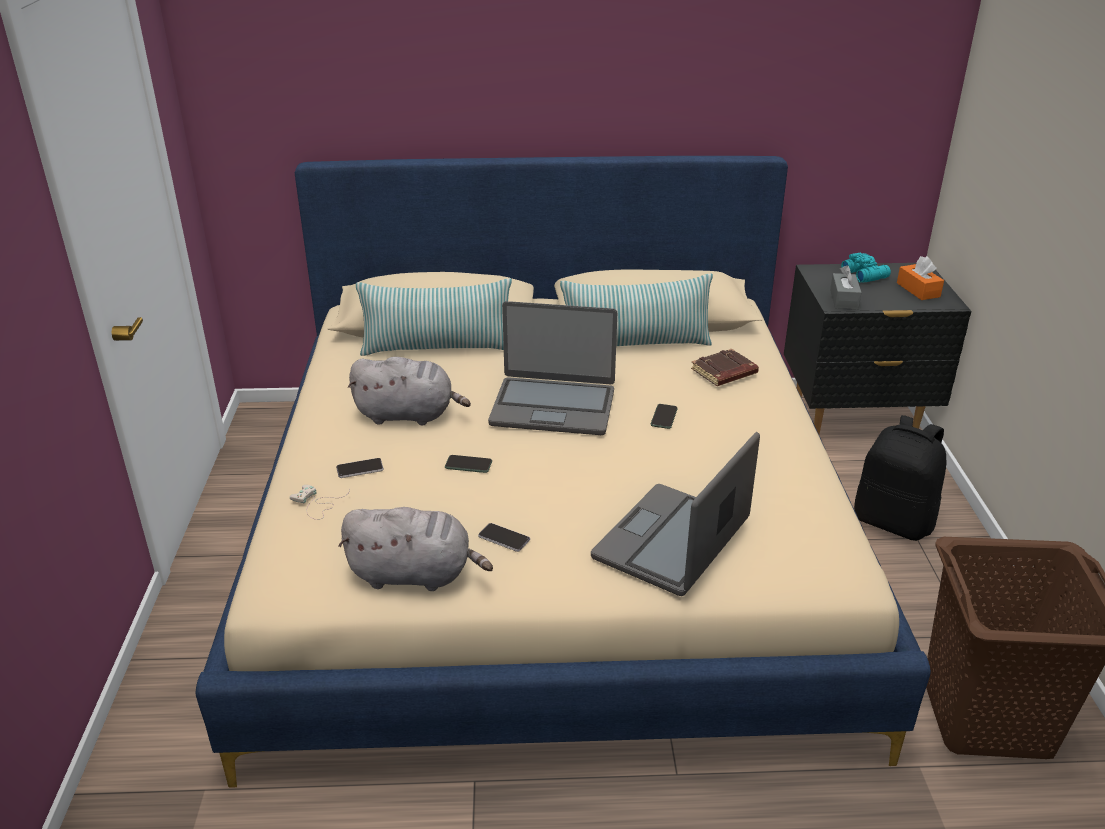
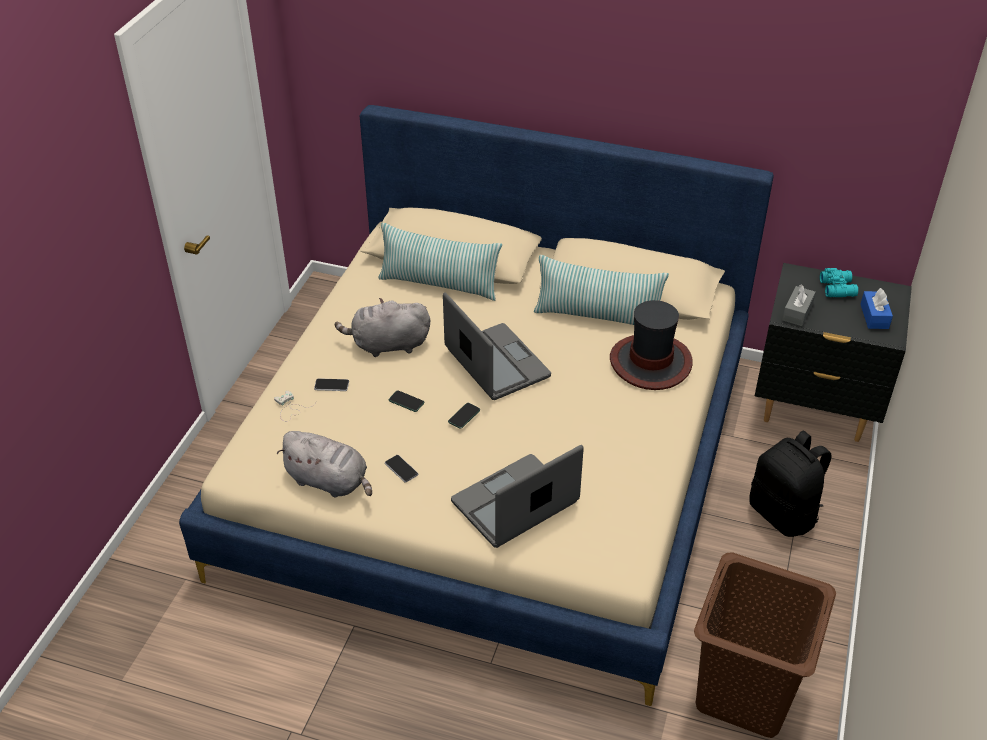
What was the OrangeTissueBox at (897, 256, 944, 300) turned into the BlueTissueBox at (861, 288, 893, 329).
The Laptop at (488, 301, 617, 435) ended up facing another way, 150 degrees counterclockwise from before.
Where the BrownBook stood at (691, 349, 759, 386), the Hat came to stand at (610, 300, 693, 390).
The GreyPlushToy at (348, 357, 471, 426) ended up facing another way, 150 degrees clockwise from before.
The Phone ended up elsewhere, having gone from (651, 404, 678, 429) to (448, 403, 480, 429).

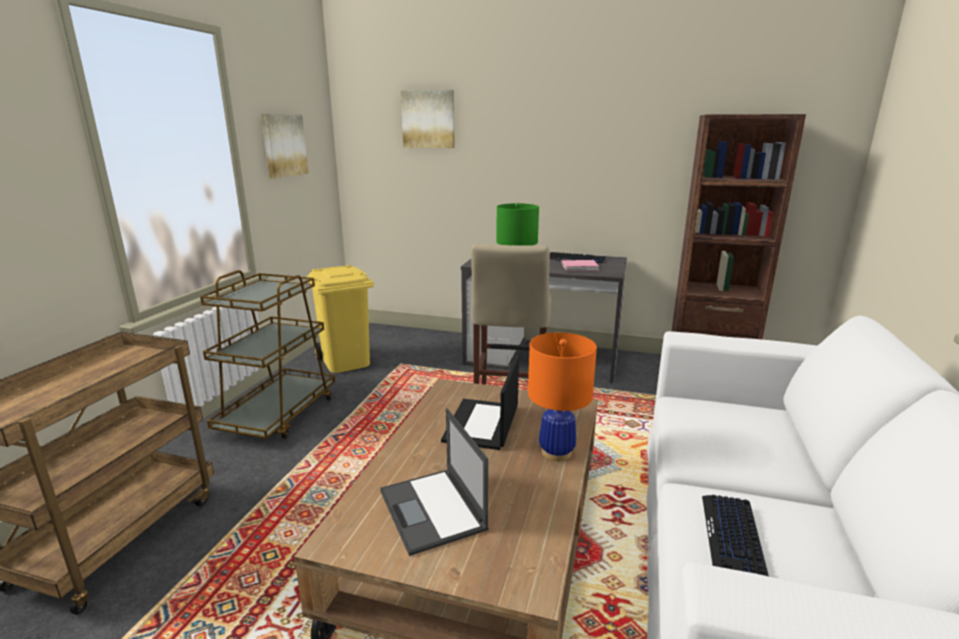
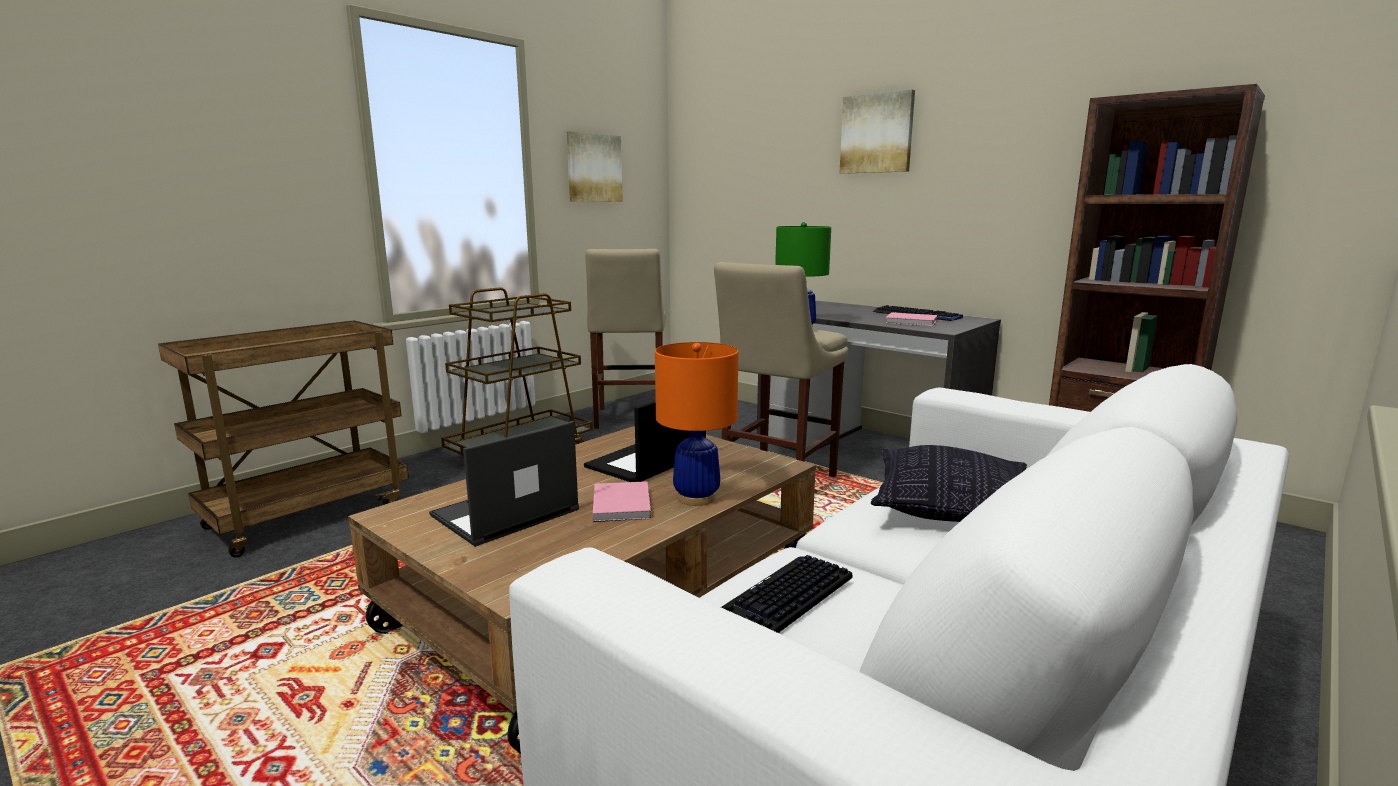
The Picture ended up elsewhere, having gone from (401, 90, 455, 148) to (840, 89, 915, 174).
Where the YellowTrashCan stood at (307, 265, 374, 373), the BeigeStool came to stand at (585, 249, 665, 429).
The Laptop at (380, 408, 489, 556) ended up facing another way, 45 degrees clockwise from before.
The second view gained the Pillow at (871, 445, 1027, 522).
The second view gained the PinkBook at (592, 481, 651, 522).

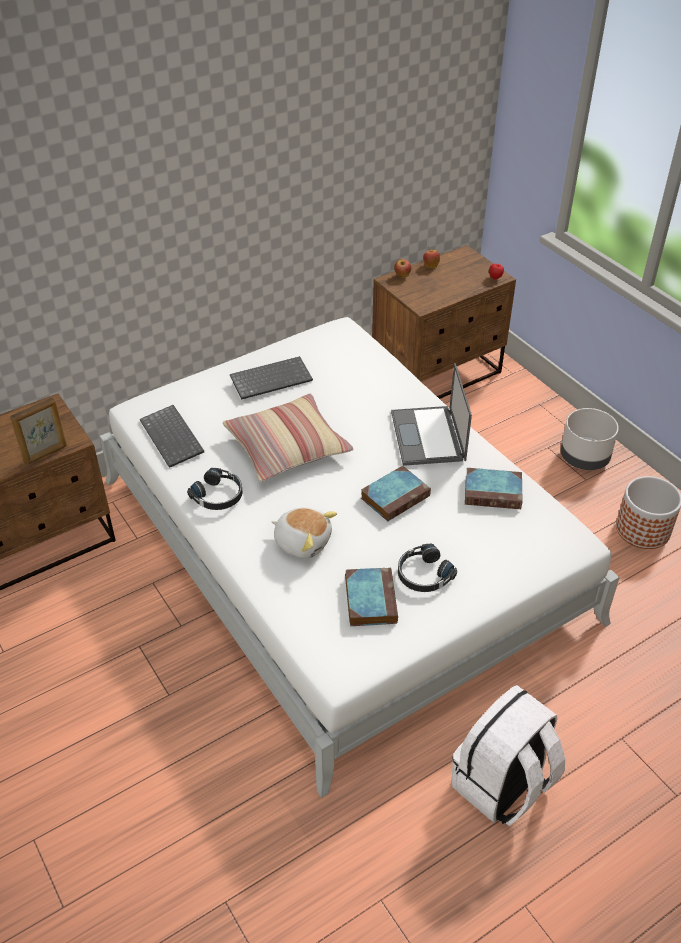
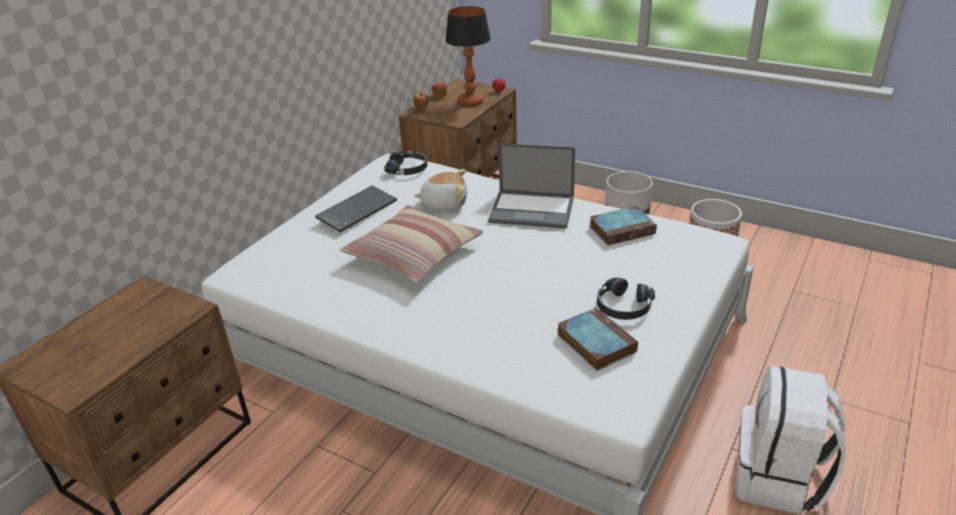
The Laptop at (391, 363, 472, 466) ended up facing another way, 45 degrees counterclockwise from before.
The second view lost the PictureFrame at (10, 397, 67, 465).
The second view lost the Keyboard at (140, 405, 204, 468).
The second view lost the Book at (361, 466, 431, 521).
The BlackHeadphones ended up elsewhere, having gone from (187, 468, 242, 510) to (384, 151, 427, 175).
The PlushToy ended up elsewhere, having gone from (272, 507, 337, 558) to (414, 169, 467, 211).
The second view gained the TableLamp at (445, 6, 491, 106).

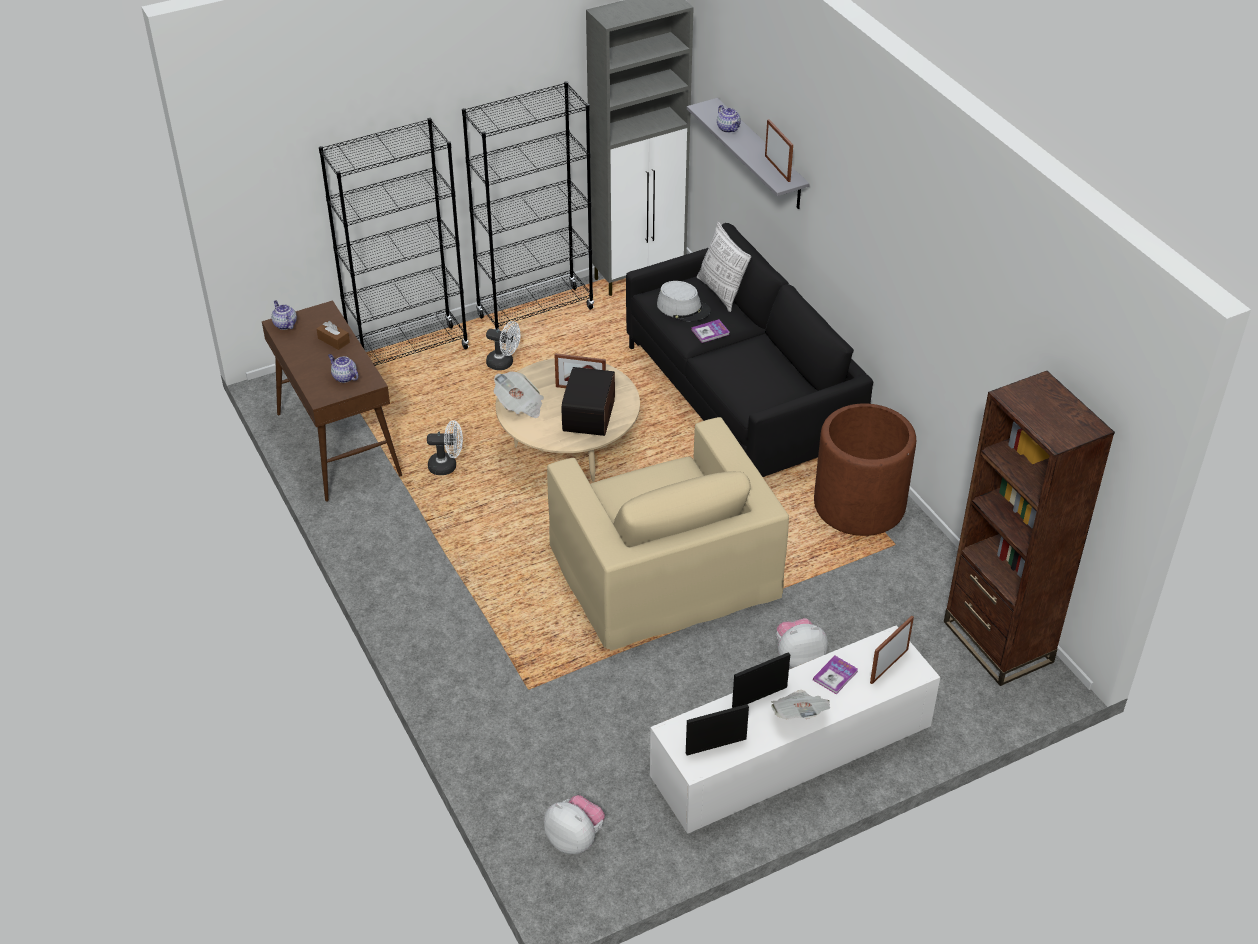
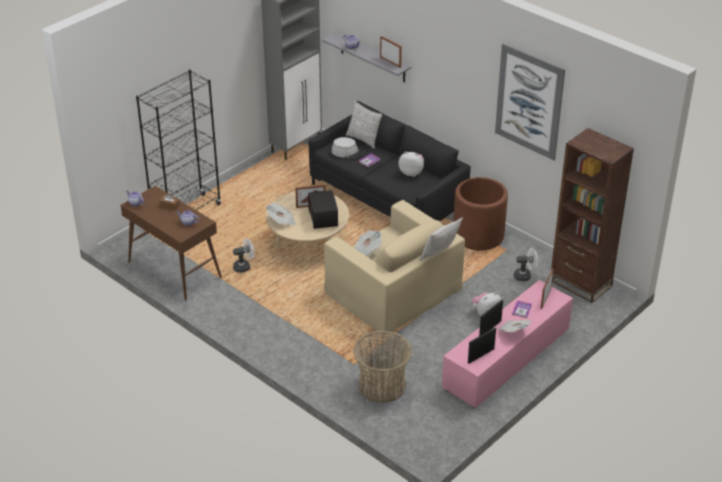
The second view lost the BlackBookcase at (462, 81, 594, 331).
The WhiteFan ended up elsewhere, having gone from (486, 321, 520, 370) to (514, 248, 538, 281).
What was the WhiteTvStand at (650, 625, 940, 834) turned into the PinkTvStand at (442, 280, 573, 408).
The PlushToy ended up elsewhere, having gone from (544, 795, 605, 854) to (398, 152, 424, 177).
The second view gained the Picture at (495, 44, 565, 160).
The second view gained the Pillow at (419, 217, 463, 261).
The second view gained the Newspaper at (354, 230, 382, 256).
The second view gained the Basket at (353, 331, 412, 403).

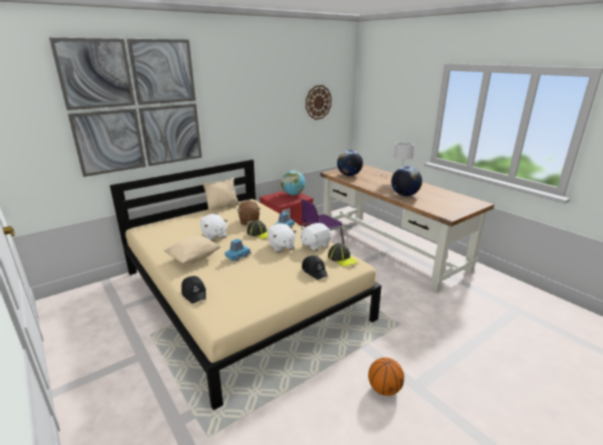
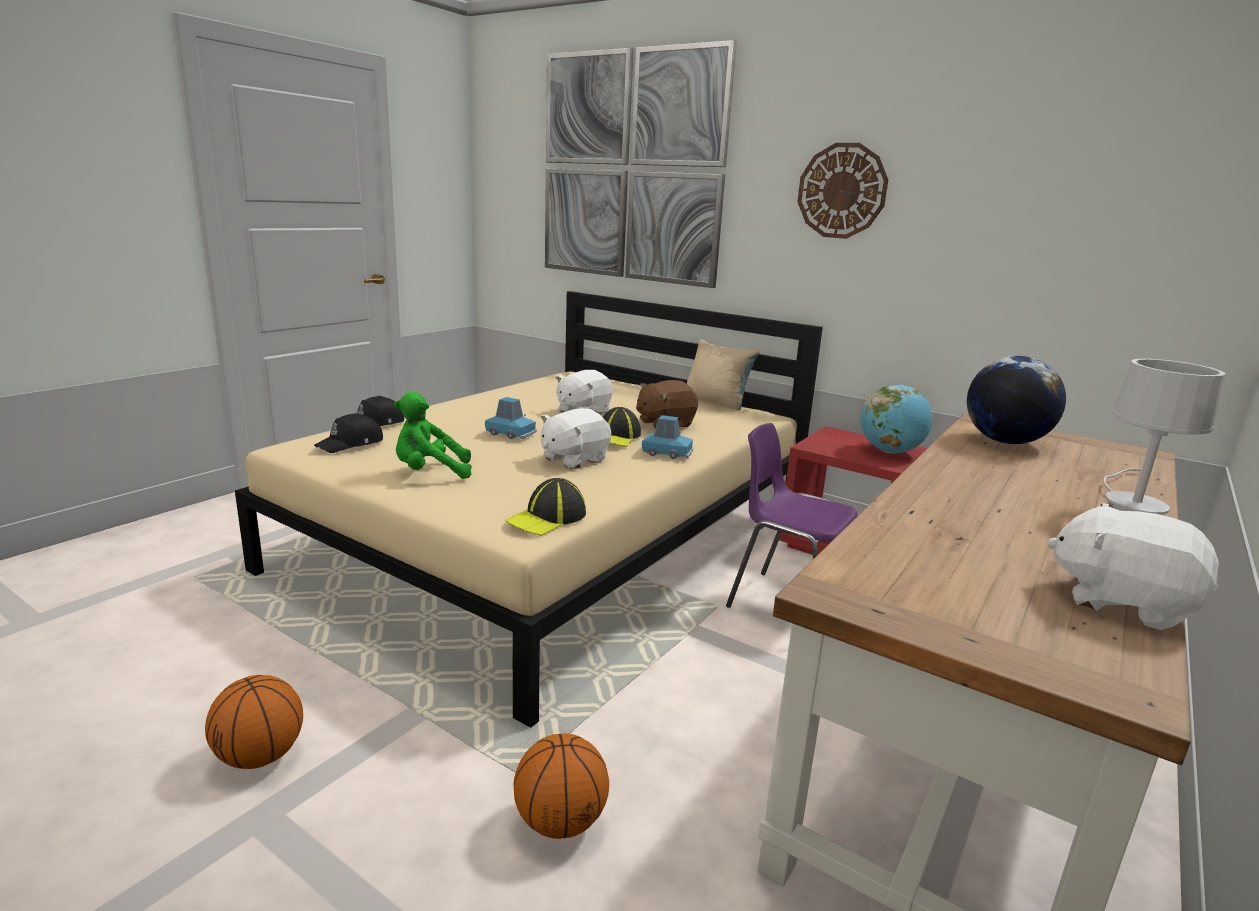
The WallClock ended up elsewhere, having gone from (306, 85, 332, 120) to (797, 143, 888, 239).
The second view lost the Globe at (391, 166, 422, 196).
The WhitePlushToy ended up elsewhere, having gone from (300, 223, 331, 251) to (1047, 503, 1219, 630).
The second view lost the BeigePillow at (164, 235, 221, 264).
The BlackCap ended up elsewhere, having gone from (302, 256, 328, 280) to (314, 413, 383, 453).
The second view gained the GreenPlushToy at (394, 392, 472, 479).
The second view gained the Basketball at (514, 733, 609, 839).

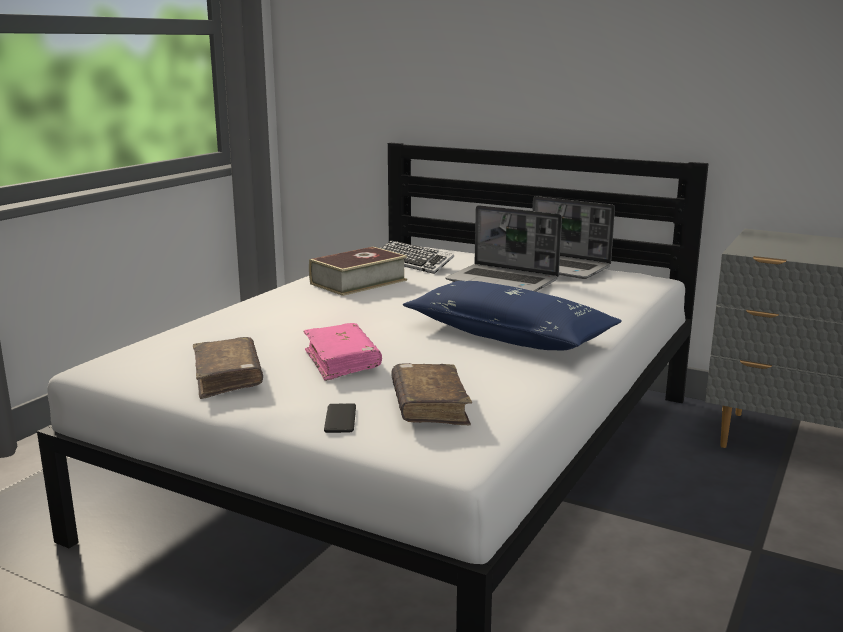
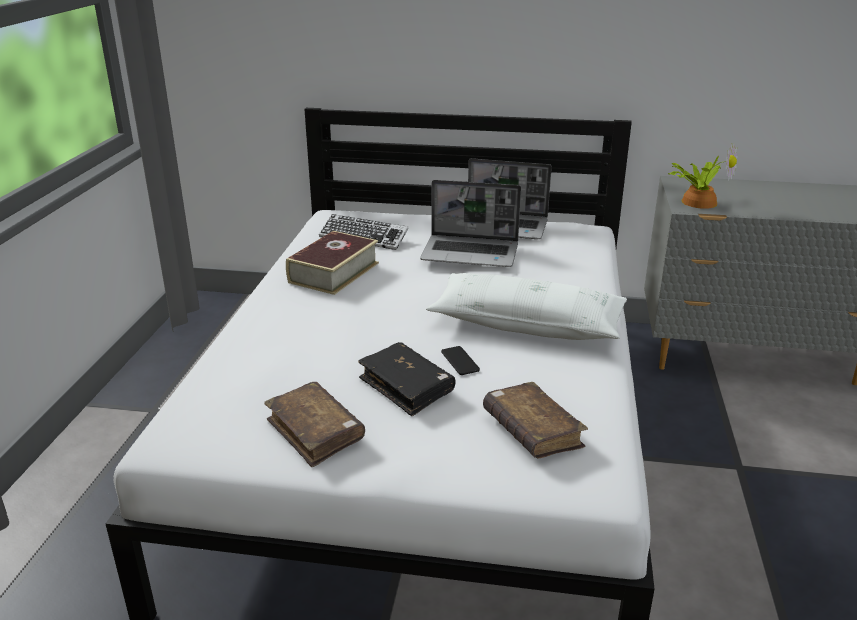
What was the BluePillow at (403, 281, 622, 350) turned into the WhitePillow at (426, 273, 627, 340).
What was the PinkBook at (303, 323, 382, 381) turned into the BlackBook at (358, 342, 456, 416).
The Phone ended up elsewhere, having gone from (324, 403, 356, 433) to (441, 346, 480, 375).
The second view gained the PottedPlant at (668, 143, 738, 209).

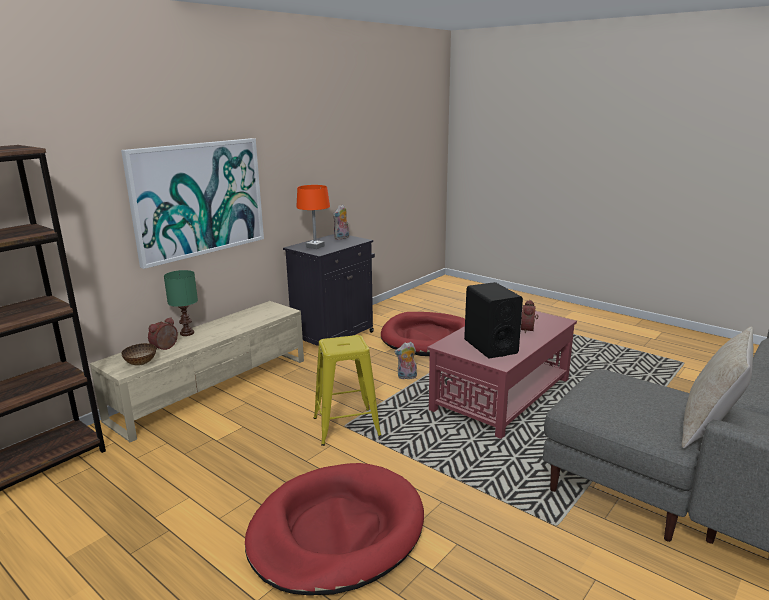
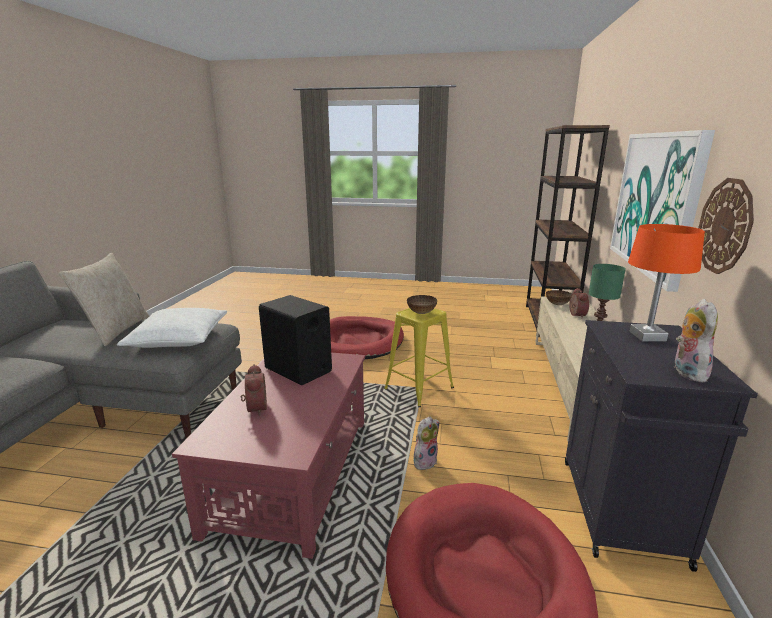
The second view gained the WallClock at (698, 178, 754, 274).
The second view gained the Bowl at (407, 295, 437, 314).
The second view gained the WhitePillow at (117, 308, 227, 348).

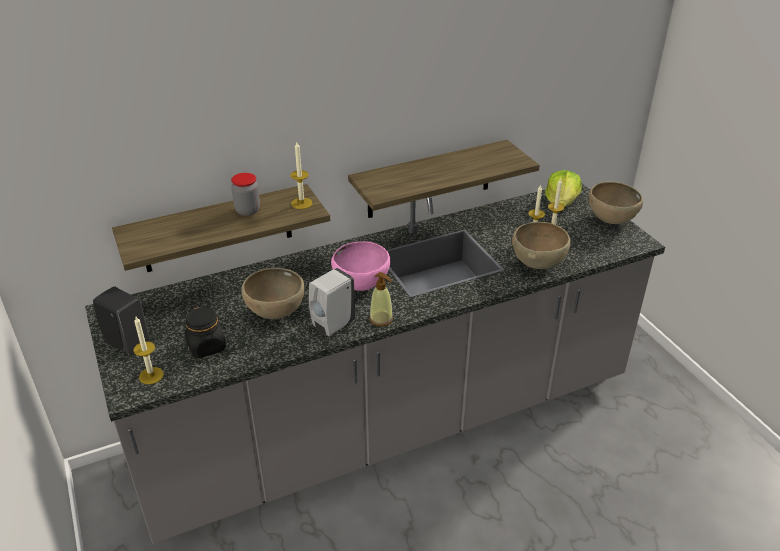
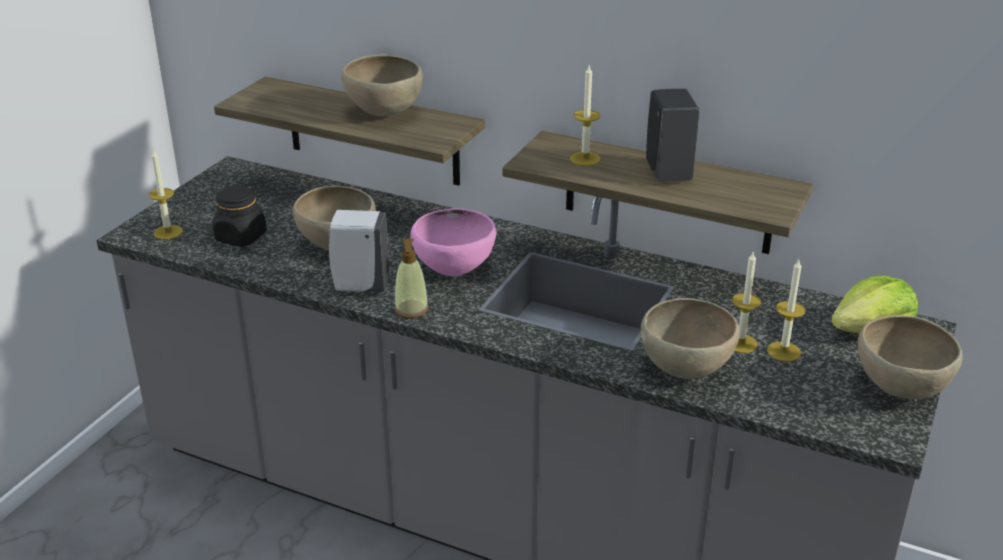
The Candle ended up elsewhere, having gone from (290, 142, 312, 209) to (570, 66, 601, 166).
Where the Jar stood at (231, 173, 260, 216), the BrownBowl came to stand at (341, 55, 423, 116).
The BlackSoapDispenser ended up elsewhere, having gone from (93, 286, 150, 355) to (646, 89, 700, 182).

